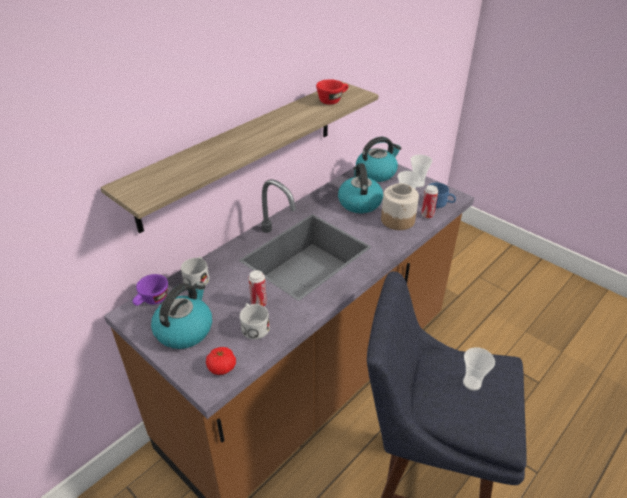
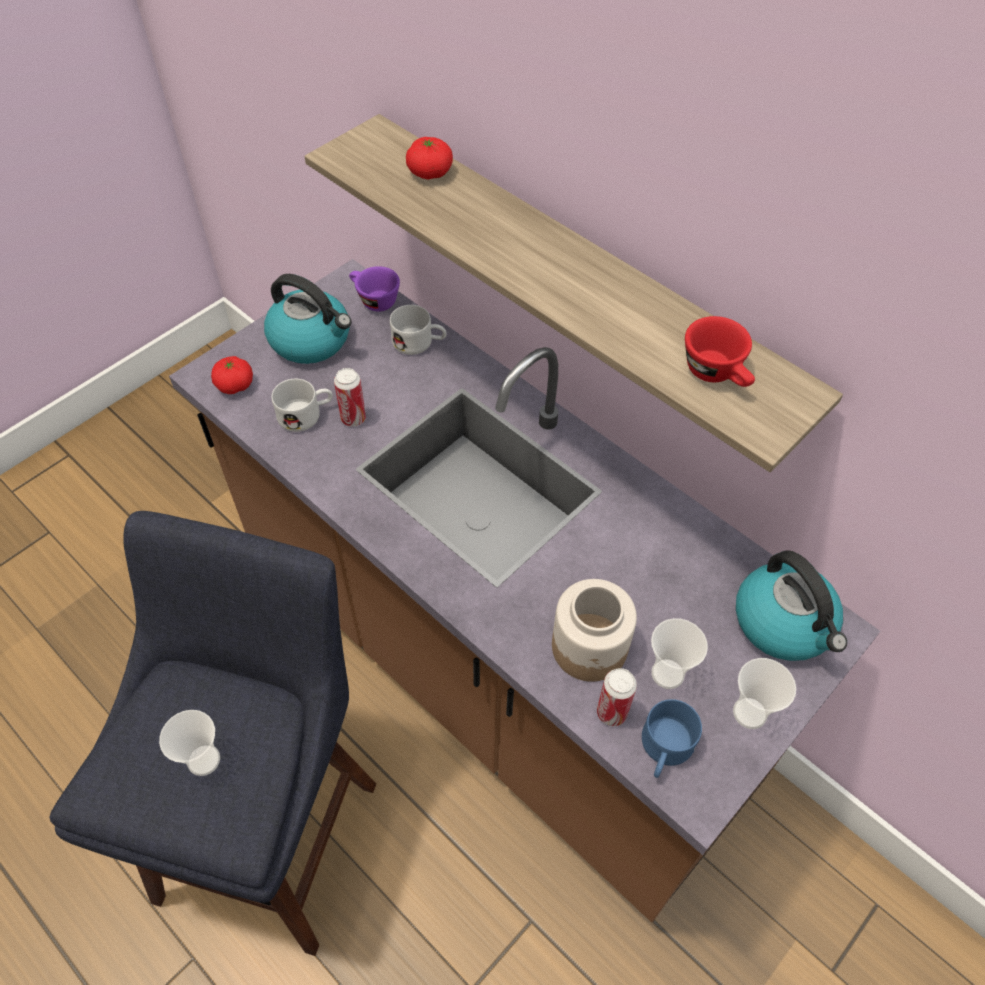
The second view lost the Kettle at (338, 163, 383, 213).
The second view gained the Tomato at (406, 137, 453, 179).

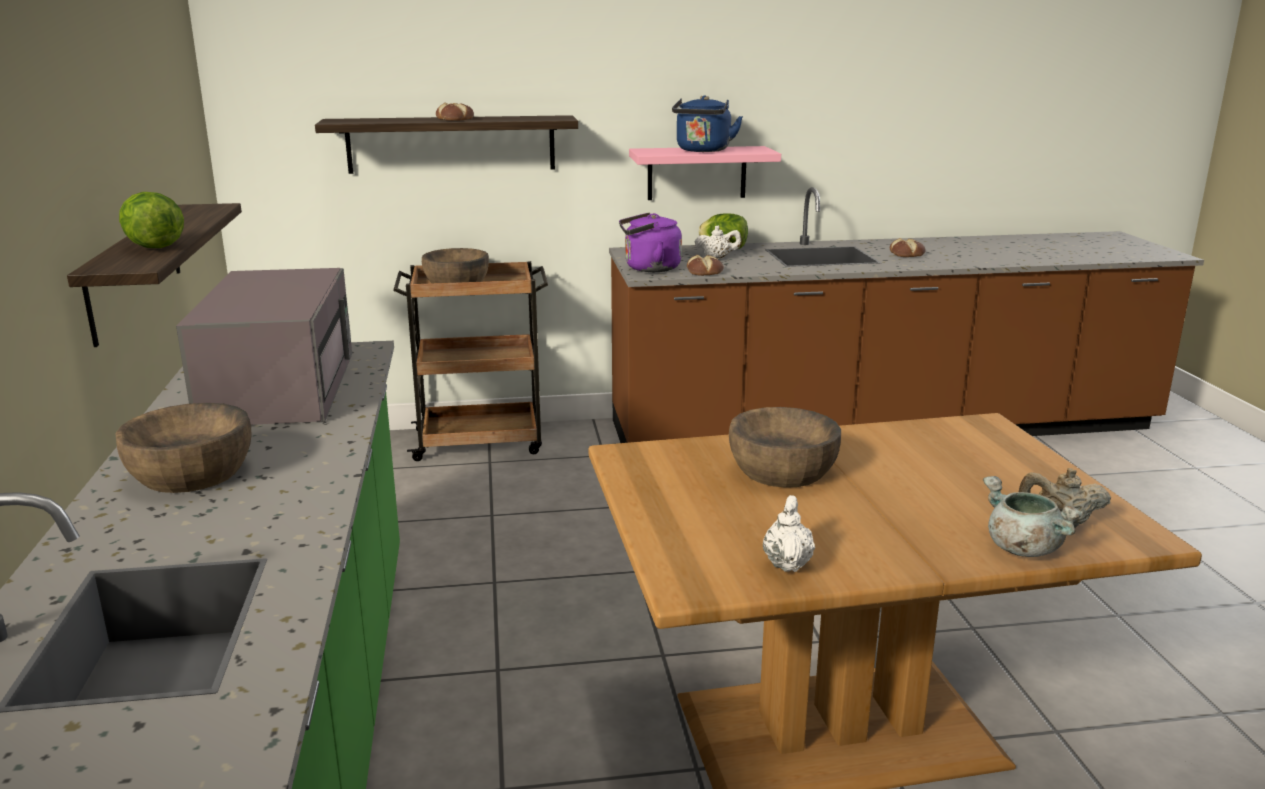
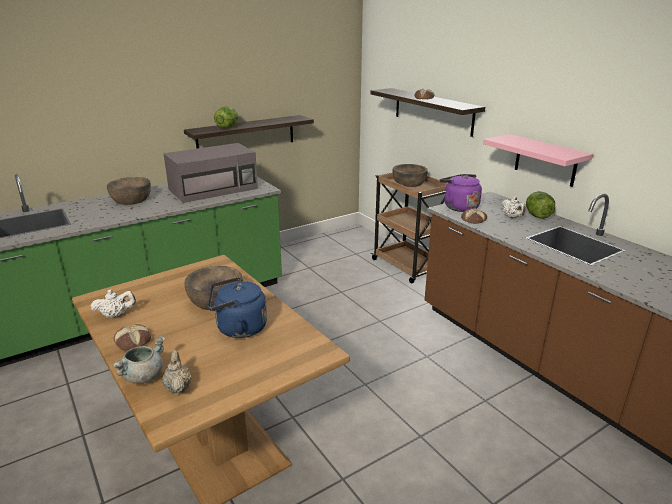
The BlueKettle ended up elsewhere, having gone from (672, 95, 743, 152) to (208, 277, 267, 338).
The Bread ended up elsewhere, having gone from (890, 238, 926, 257) to (114, 324, 151, 350).

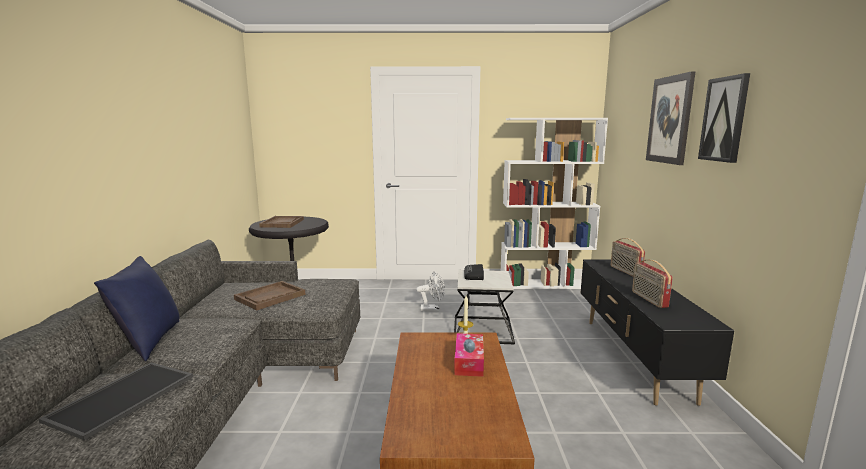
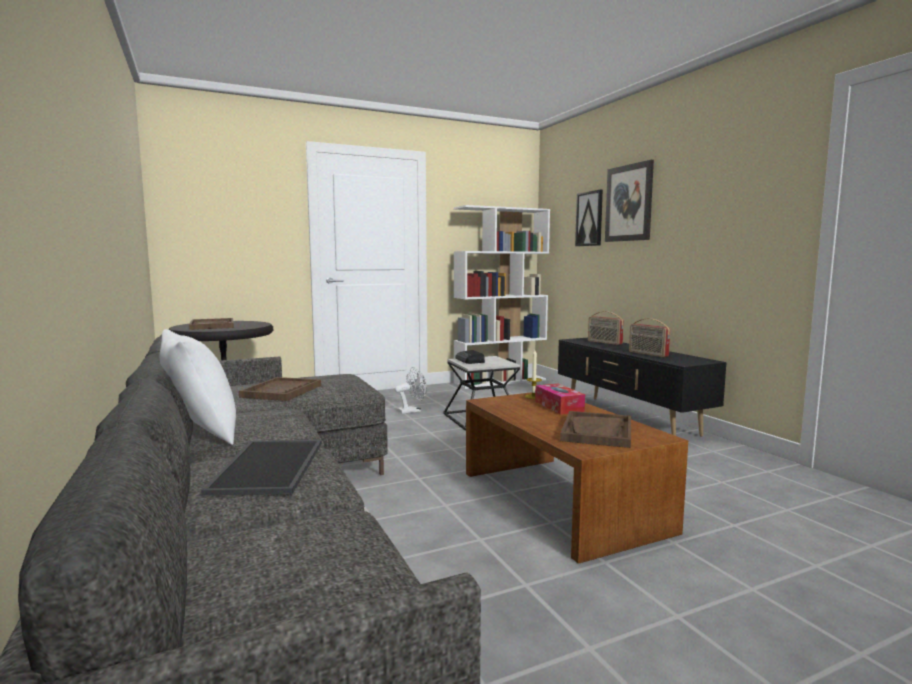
The Picture ended up elsewhere, having gone from (698, 73, 750, 163) to (575, 190, 603, 246).
What was the BluePillow at (94, 256, 179, 361) turned into the WhitePillow at (160, 329, 236, 445).
The second view gained the BrownTray at (560, 411, 631, 448).

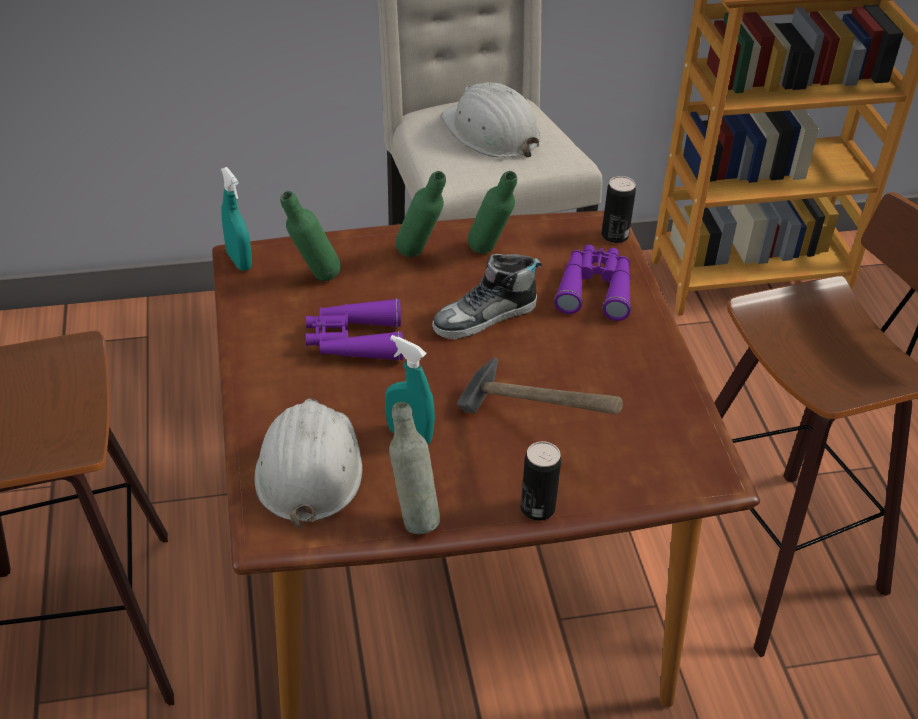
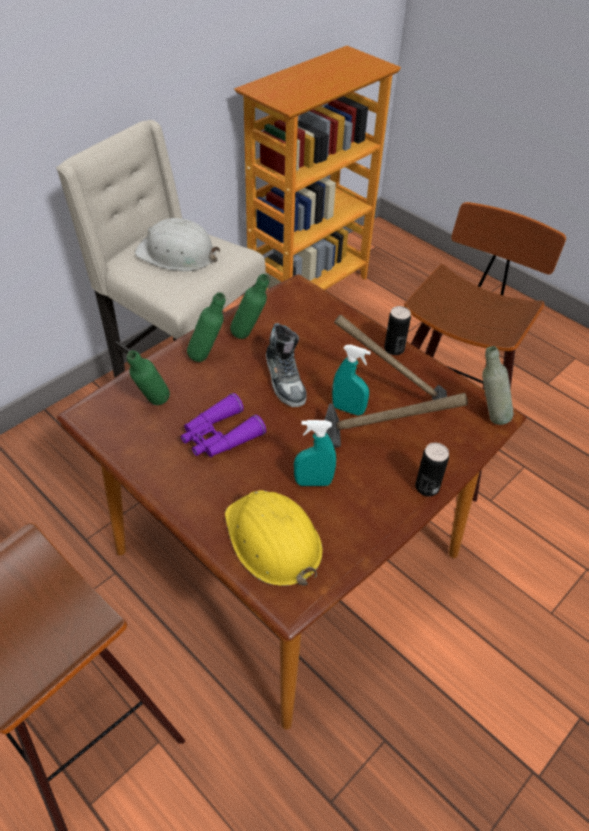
The TurquoiseSprayBottle ended up elsewhere, having gone from (221, 167, 252, 271) to (332, 345, 371, 416).
The Can ended up elsewhere, having gone from (602, 176, 636, 243) to (384, 306, 411, 355).
The second view lost the PurpleBinoculars at (554, 245, 631, 321).
The Shoe at (432, 254, 542, 339) ended up facing another way, 45 degrees counterclockwise from before.
What was the WhiteHardHat at (254, 399, 362, 529) turned into the YellowHardHat at (225, 490, 323, 586).
The GreyBottle ended up elsewhere, having gone from (389, 402, 440, 534) to (482, 346, 513, 425).
The second view gained the Hammer at (334, 315, 447, 400).

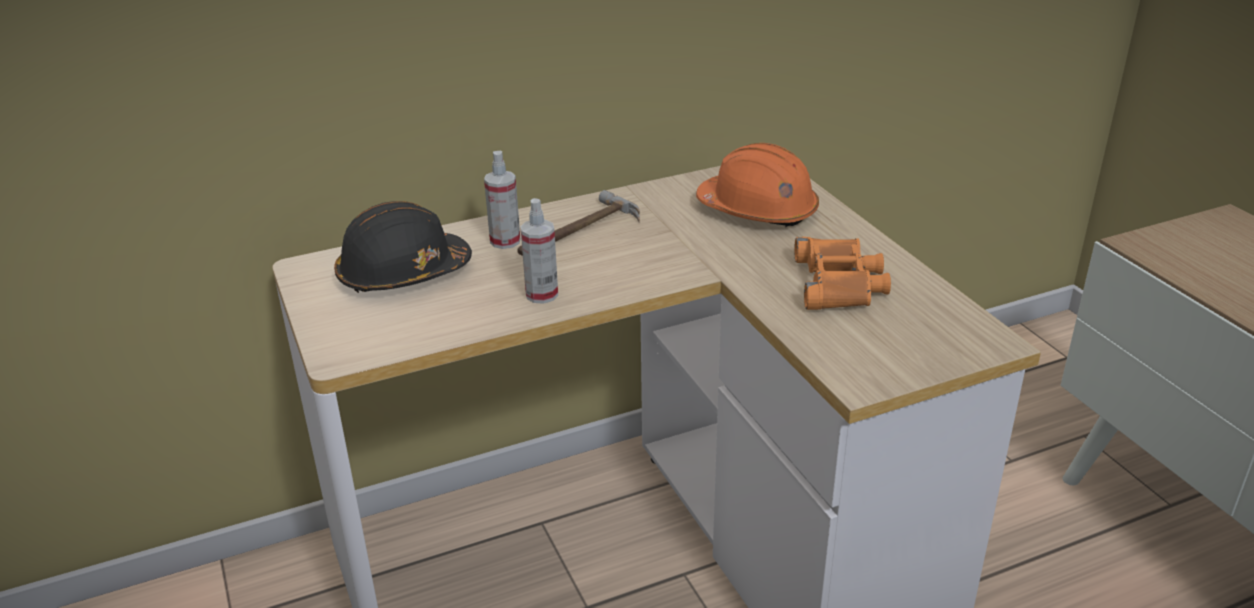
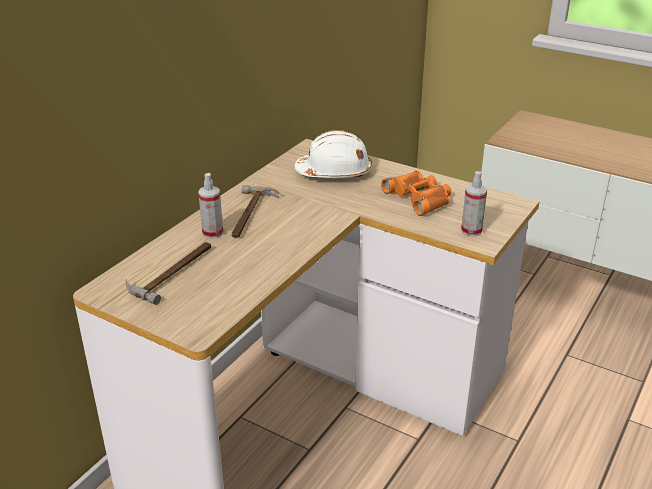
What was the OrangeHardHat at (696, 143, 819, 227) turned into the WhiteHardHat at (294, 130, 372, 178).
The SprayBottle ended up elsewhere, having gone from (520, 198, 558, 304) to (461, 171, 487, 237).
Where the BlackHardHat stood at (334, 201, 472, 293), the Hammer came to stand at (126, 242, 211, 305).

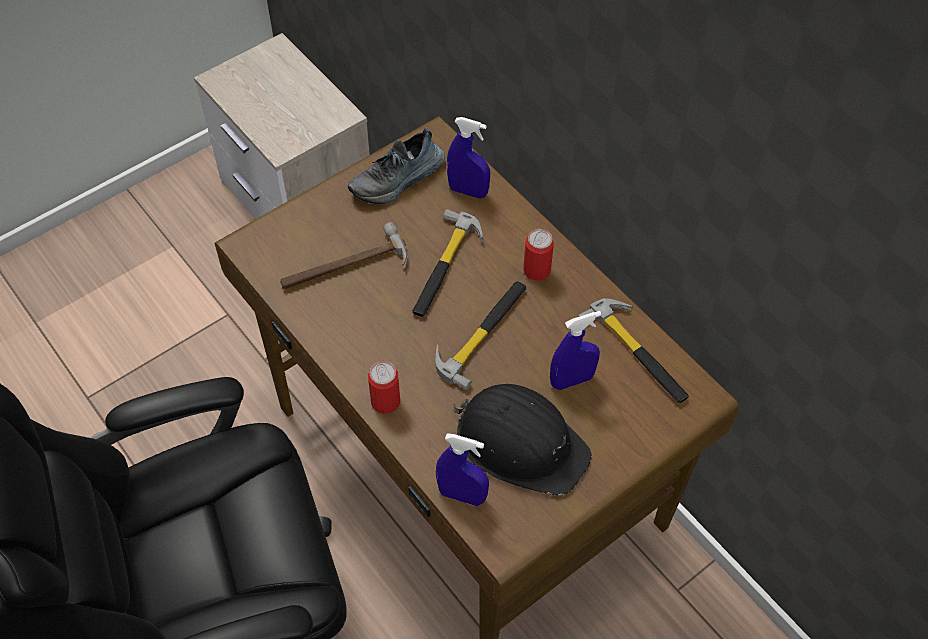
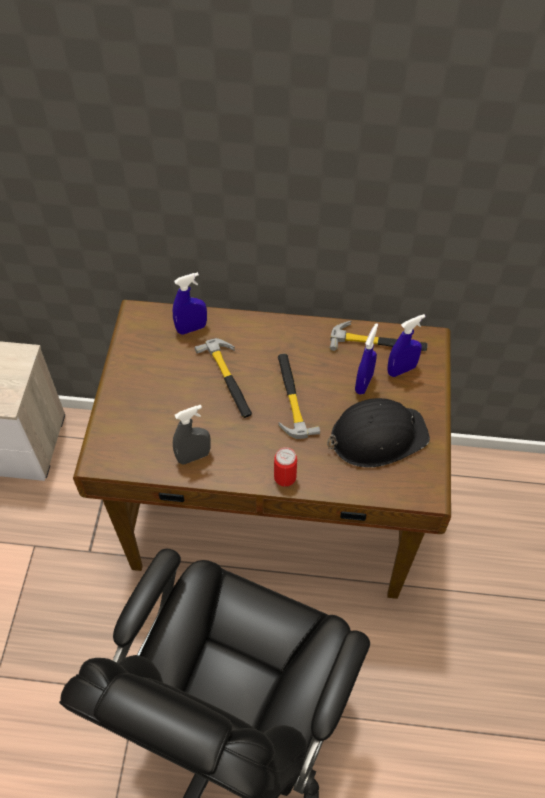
The second view lost the Shoe at (348, 128, 445, 204).
The second view lost the Hammer at (280, 222, 407, 289).
The second view lost the Can at (523, 229, 554, 281).
The BlueSprayBottle ended up elsewhere, having gone from (436, 433, 489, 506) to (387, 314, 425, 377).
The second view gained the GreySprayBottle at (173, 405, 211, 465).

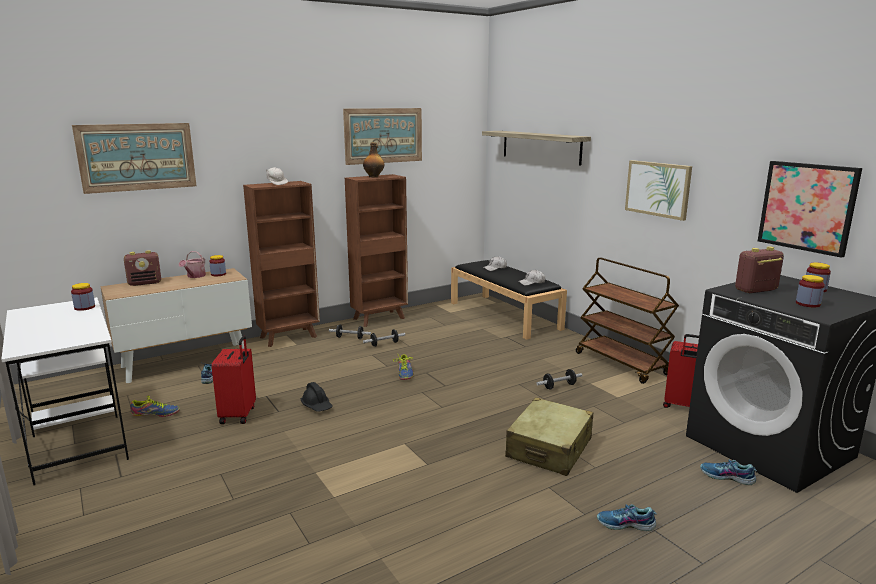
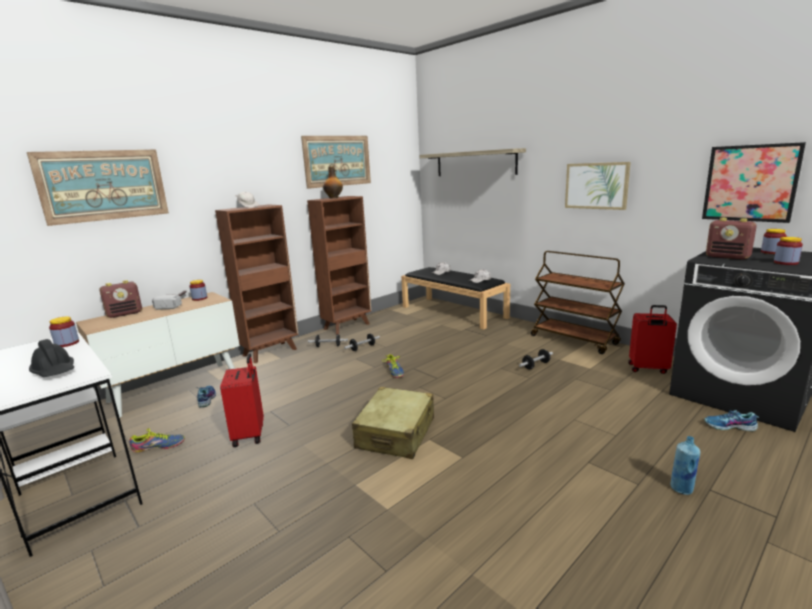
The Radio at (735, 246, 784, 293) ended up facing another way, 105 degrees counterclockwise from before.
Where the WateringCan stood at (179, 251, 206, 278), the Hammer came to stand at (152, 290, 187, 310).
The BlackHardHat ended up elsewhere, having gone from (301, 382, 333, 412) to (29, 339, 74, 377).
The BeigeSuitcase ended up elsewhere, having gone from (505, 397, 594, 476) to (352, 387, 434, 459).
Where the Shoe stood at (597, 504, 657, 531), the BlueBottle came to stand at (670, 436, 700, 495).

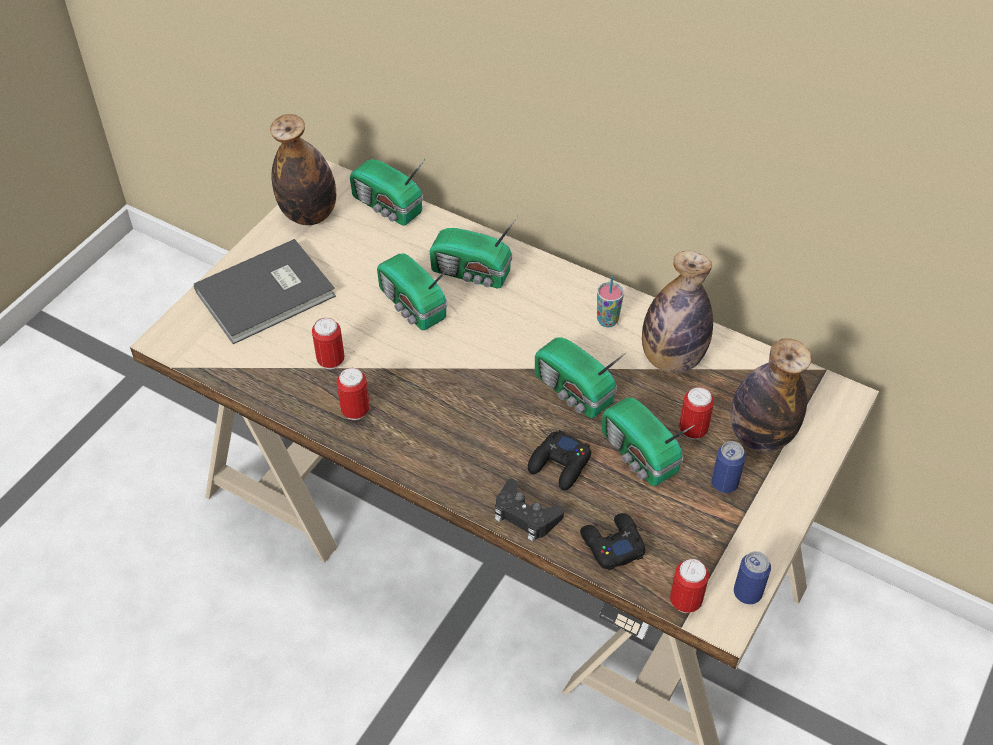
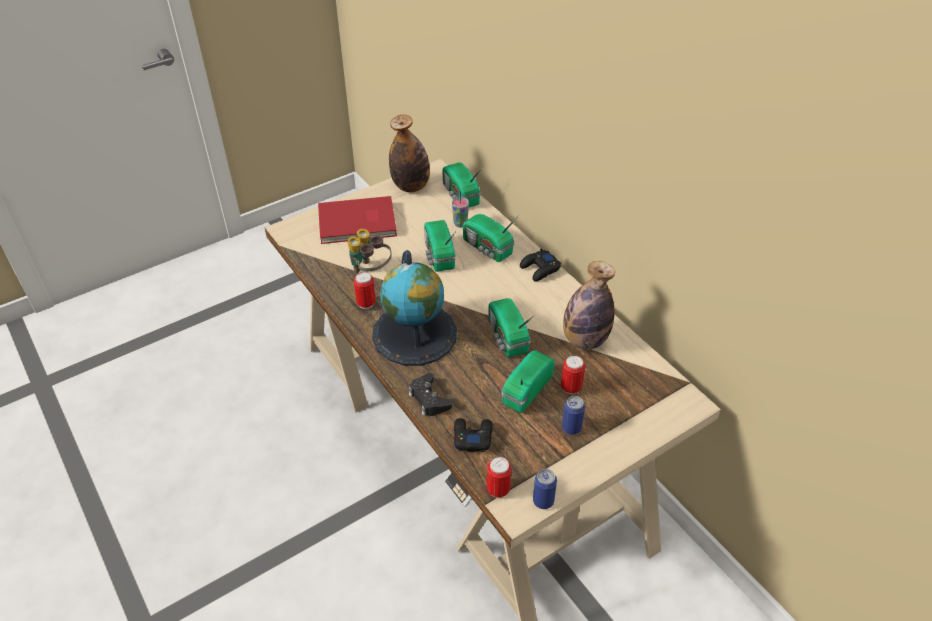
What was the GreyBook at (194, 239, 336, 344) turned into the RedBook at (318, 196, 397, 244).
The Cup ended up elsewhere, having gone from (597, 275, 624, 327) to (452, 191, 469, 228).
Where the Can stood at (312, 318, 345, 369), the Binoculars came to stand at (347, 229, 392, 273).
The second view lost the Bottle at (730, 338, 812, 452).
The Radio at (602, 397, 695, 486) ended up facing another way, 45 degrees clockwise from before.
The BlackGameController ended up elsewhere, having gone from (528, 430, 591, 490) to (520, 248, 561, 282).
The second view gained the Globe at (372, 250, 457, 366).

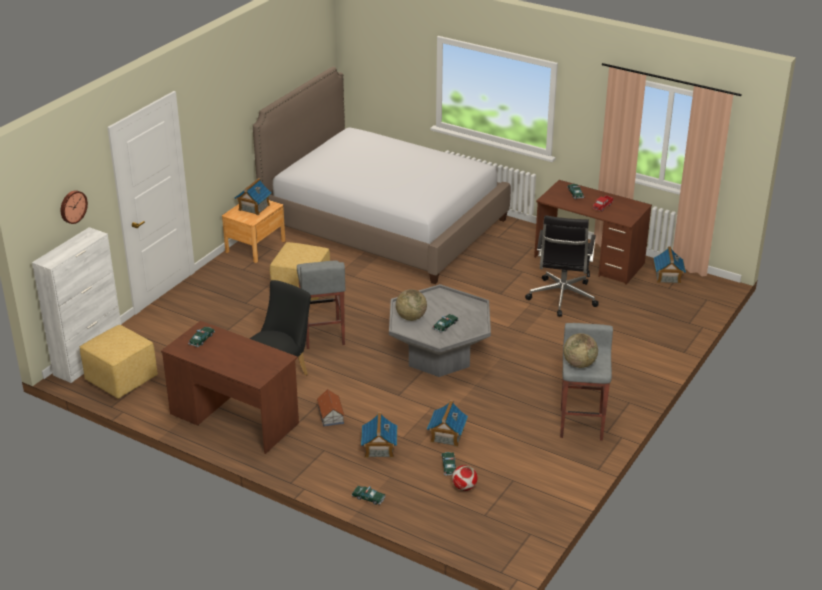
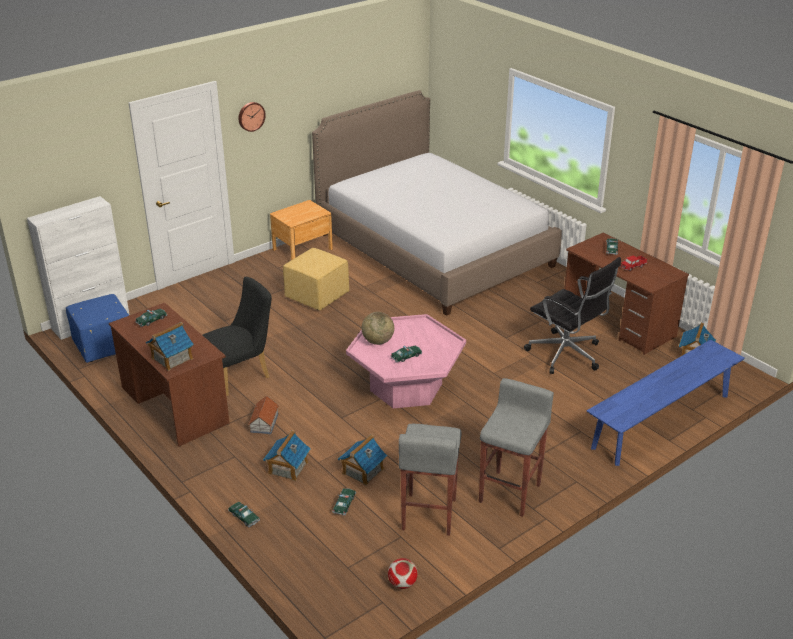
The ToyHouse ended up elsewhere, having gone from (234, 178, 272, 215) to (146, 322, 194, 371).
The WallClock ended up elsewhere, having gone from (61, 190, 88, 224) to (238, 102, 266, 132).
The BlackOfficeChair at (525, 215, 599, 317) ended up facing another way, 75 degrees counterclockwise from before.
The GreyStool ended up elsewhere, having gone from (297, 261, 345, 349) to (399, 424, 461, 536).
What was the GreyCoffeeTable at (389, 284, 491, 377) turned into the PinkCoffeeTable at (346, 314, 466, 409).
What was the YellowOttoman at (80, 325, 158, 399) turned into the BlueOttoman at (66, 294, 129, 363).
The second view lost the Globe at (563, 333, 598, 368).
The Football ended up elsewhere, having gone from (452, 465, 477, 491) to (388, 558, 418, 589).
The second view gained the BlueBench at (587, 340, 745, 466).

